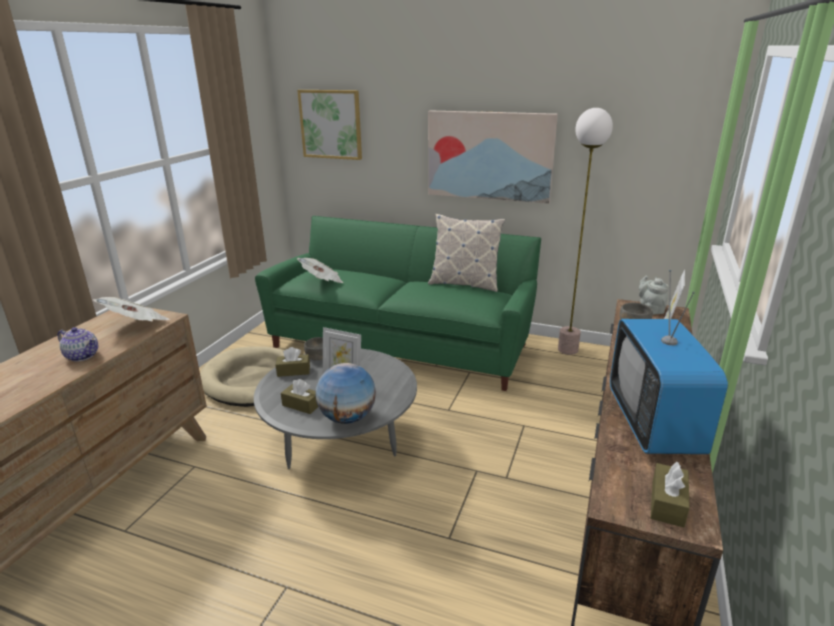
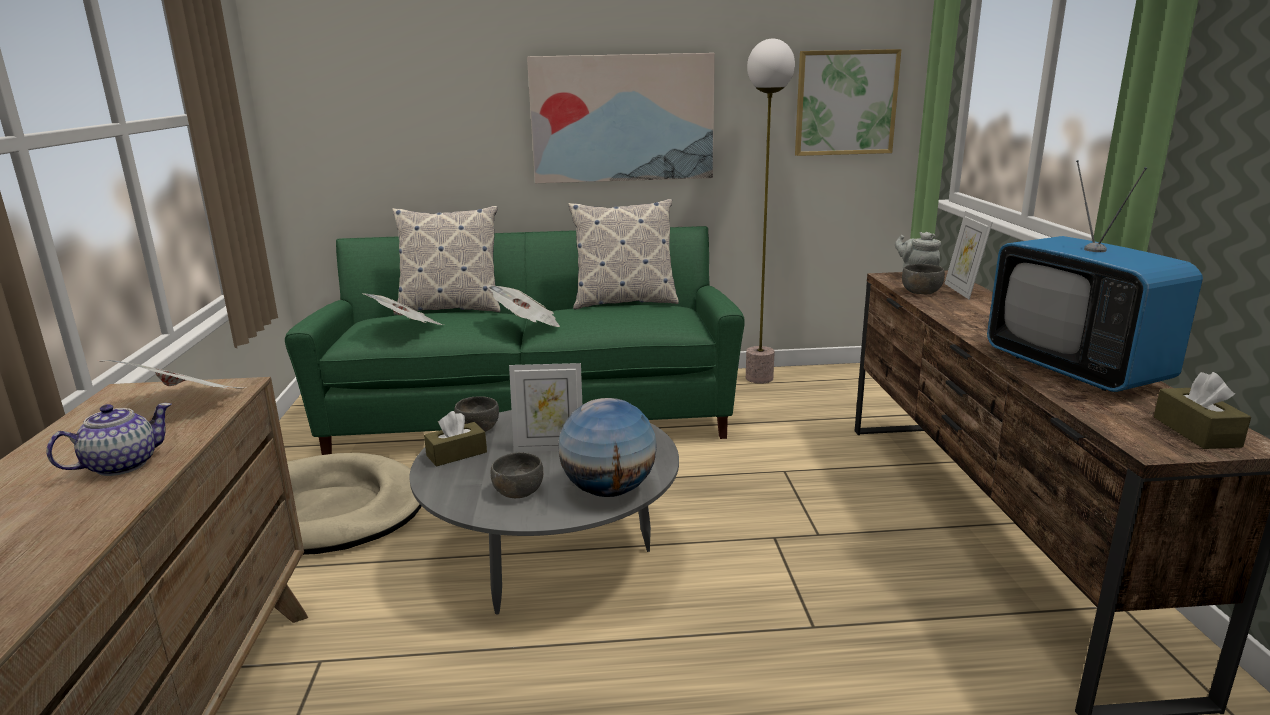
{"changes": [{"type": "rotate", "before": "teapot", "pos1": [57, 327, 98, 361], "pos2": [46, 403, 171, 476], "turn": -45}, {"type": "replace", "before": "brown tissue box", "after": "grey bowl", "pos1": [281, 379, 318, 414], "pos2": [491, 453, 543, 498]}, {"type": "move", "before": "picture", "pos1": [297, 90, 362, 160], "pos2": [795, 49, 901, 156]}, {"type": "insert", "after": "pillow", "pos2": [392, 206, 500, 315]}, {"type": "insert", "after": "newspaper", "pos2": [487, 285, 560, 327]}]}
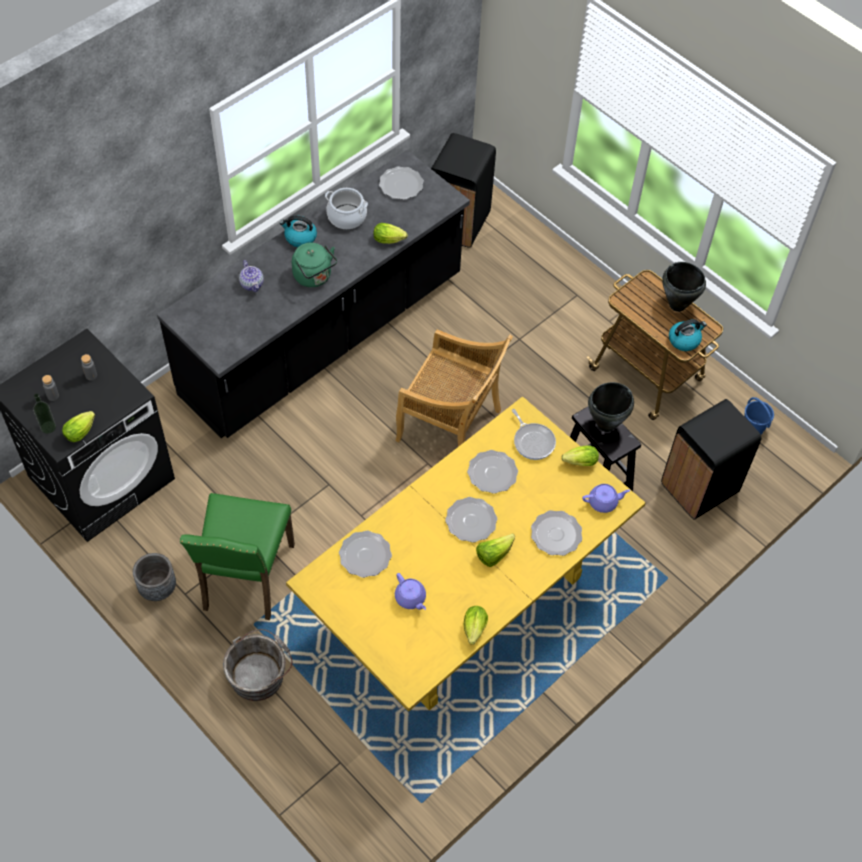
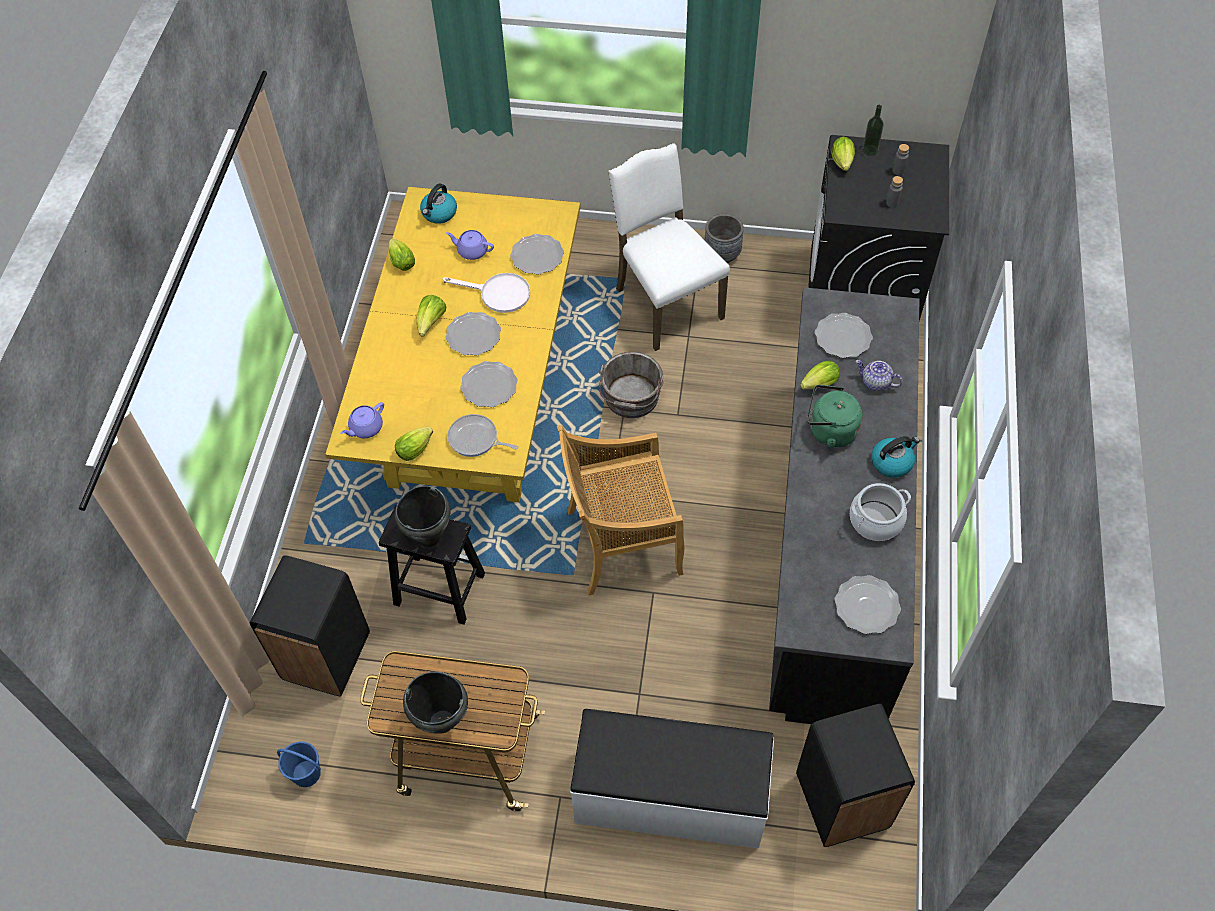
{"changes": [{"type": "recolor", "before": "green chair", "after": "white chair", "pos1": [180, 493, 295, 620], "pos2": [608, 143, 730, 351]}, {"type": "move", "before": "grey bucket", "pos1": [223, 629, 293, 701], "pos2": [599, 352, 664, 418]}, {"type": "move", "before": "lettuce", "pos1": [374, 223, 408, 244], "pos2": [800, 361, 840, 389]}, {"type": "move", "before": "plate", "pos1": [531, 510, 582, 556], "pos2": [815, 313, 873, 358]}, {"type": "move", "before": "kettle", "pos1": [669, 319, 707, 351], "pos2": [420, 183, 457, 224]}, {"type": "insert", "after": "white frying pan", "pos2": [443, 273, 530, 313]}, {"type": "insert", "after": "white bench", "pos2": [570, 709, 774, 849]}]}
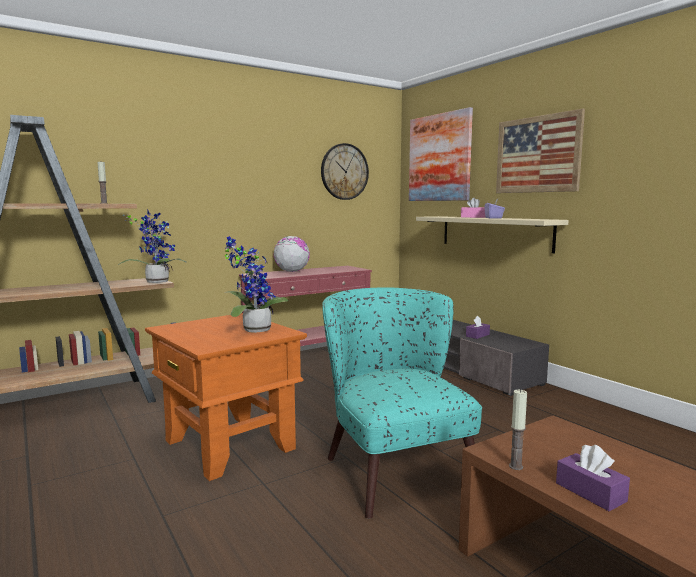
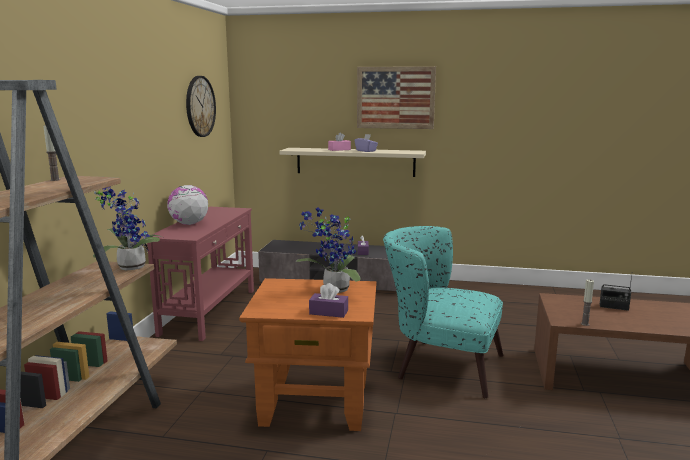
{"changes": [{"type": "delete", "before": "picture", "pos1": [409, 107, 473, 201]}, {"type": "move", "before": "purple tissue box", "pos1": [556, 445, 630, 511], "pos2": [309, 283, 348, 318]}, {"type": "insert", "after": "radio", "pos2": [600, 275, 632, 311]}]}
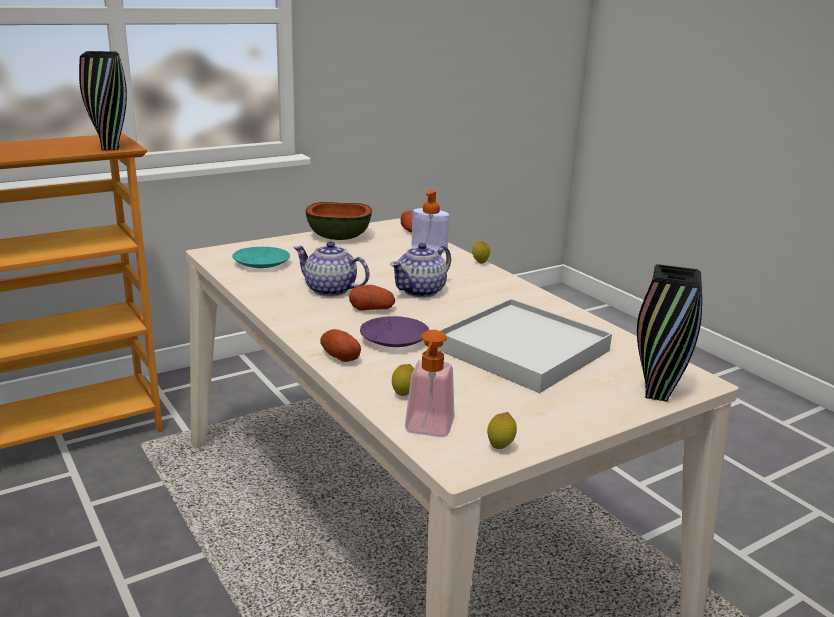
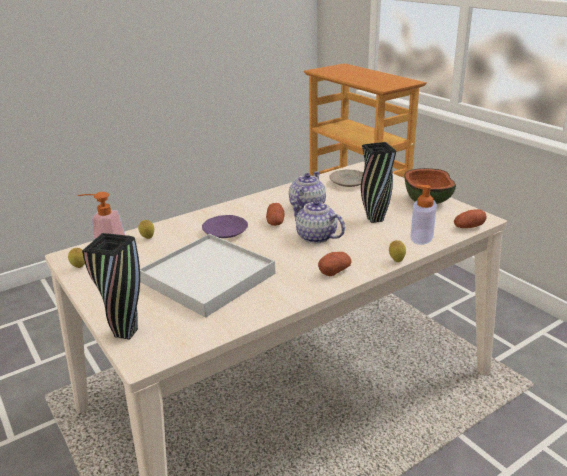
{"changes": [{"type": "move", "before": "black vase", "pos1": [79, 51, 127, 150], "pos2": [361, 142, 396, 223]}, {"type": "recolor", "before": "turquoise plate", "after": "beige plate", "pos1": [232, 247, 290, 268], "pos2": [329, 169, 363, 187]}, {"type": "move", "before": "potato", "pos1": [320, 329, 361, 362], "pos2": [318, 252, 352, 276]}]}
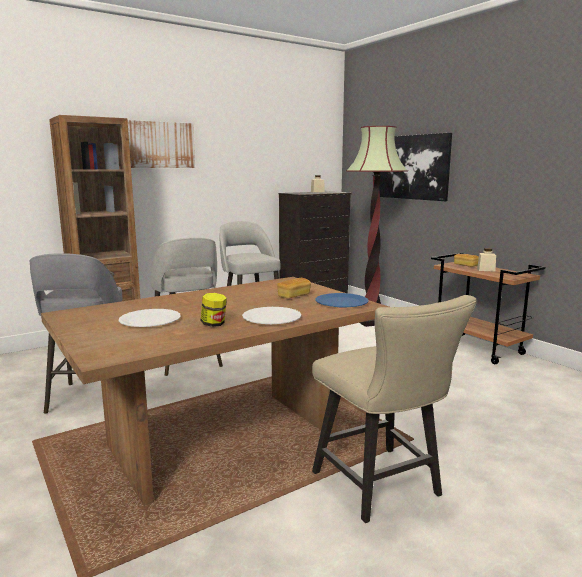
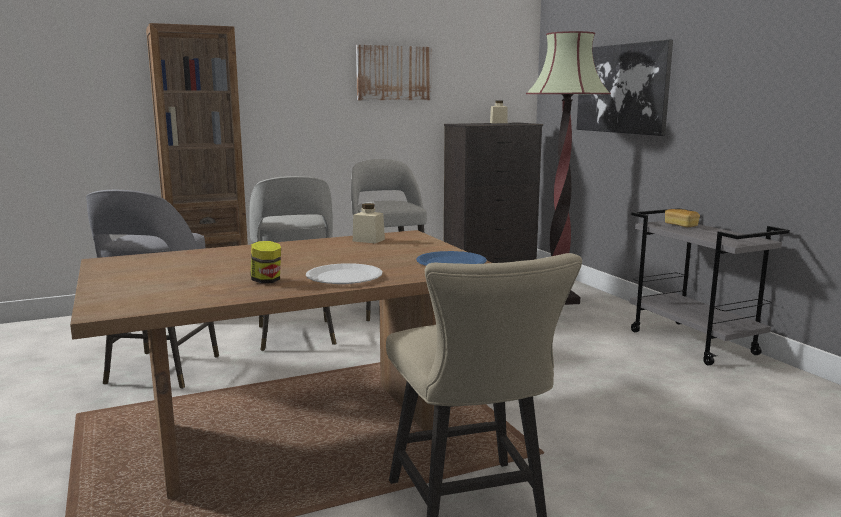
{"changes": [{"type": "delete", "before": "white plate", "pos1": [119, 309, 181, 327]}, {"type": "move", "before": "picture", "pos1": [128, 120, 195, 168], "pos2": [356, 45, 431, 100]}, {"type": "delete", "before": "bread", "pos1": [277, 278, 311, 299]}, {"type": "recolor", "before": "brown cart", "after": "grey cart", "pos1": [431, 253, 545, 364], "pos2": [629, 208, 790, 366]}, {"type": "move", "before": "beige jar", "pos1": [477, 248, 496, 272], "pos2": [353, 203, 385, 243]}]}
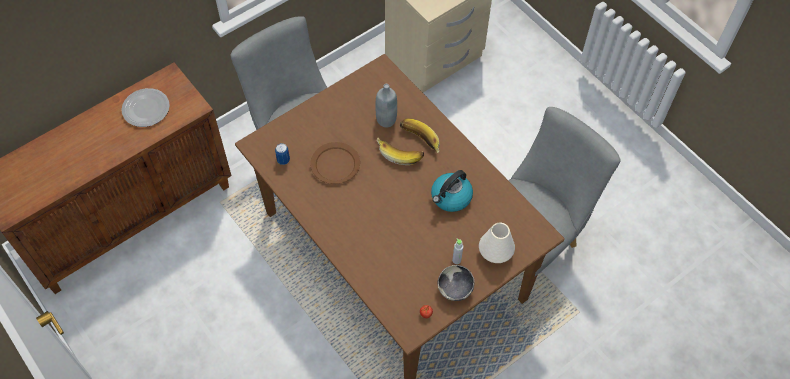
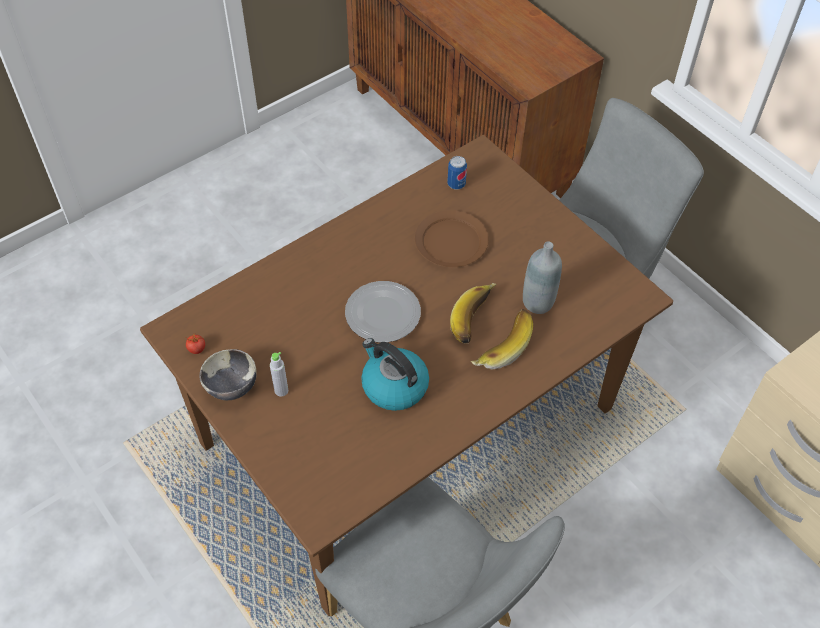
{"changes": [{"type": "move", "before": "plate", "pos1": [121, 88, 170, 127], "pos2": [345, 281, 421, 342]}, {"type": "delete", "before": "white vase", "pos1": [479, 223, 515, 263]}]}
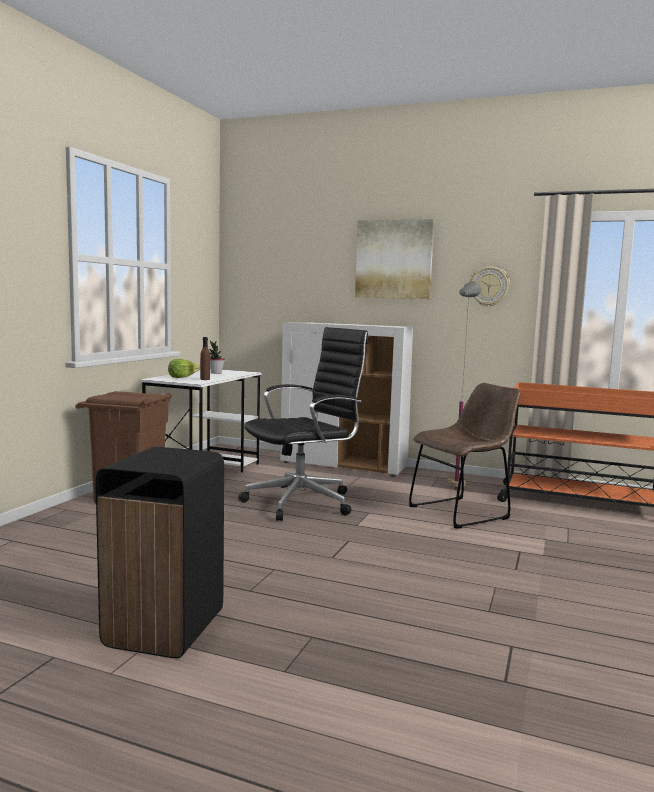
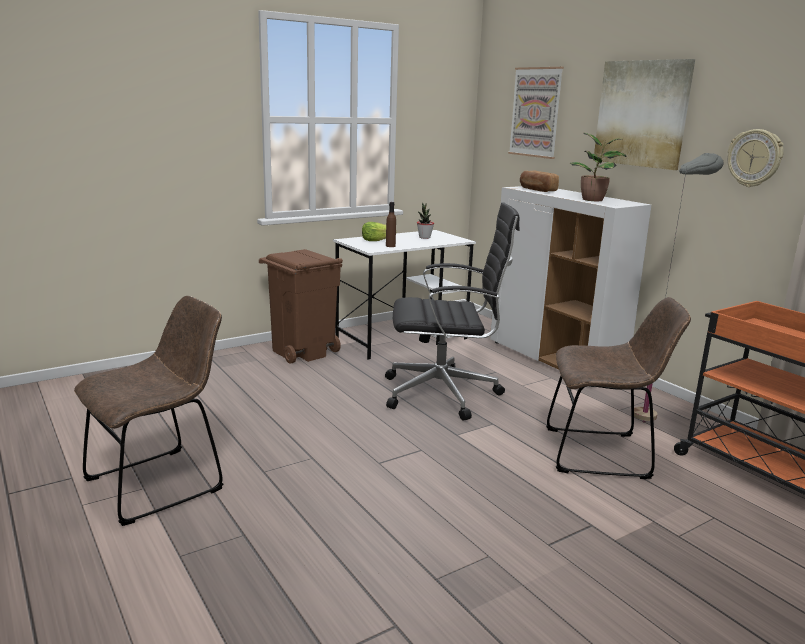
{"changes": [{"type": "replace", "before": "black trash can", "after": "brown chair", "pos1": [96, 447, 224, 658], "pos2": [74, 296, 224, 526]}, {"type": "insert", "after": "picture", "pos2": [508, 67, 564, 159]}, {"type": "insert", "after": "bread", "pos2": [520, 171, 559, 192]}, {"type": "insert", "after": "potted plant", "pos2": [570, 133, 626, 201]}]}
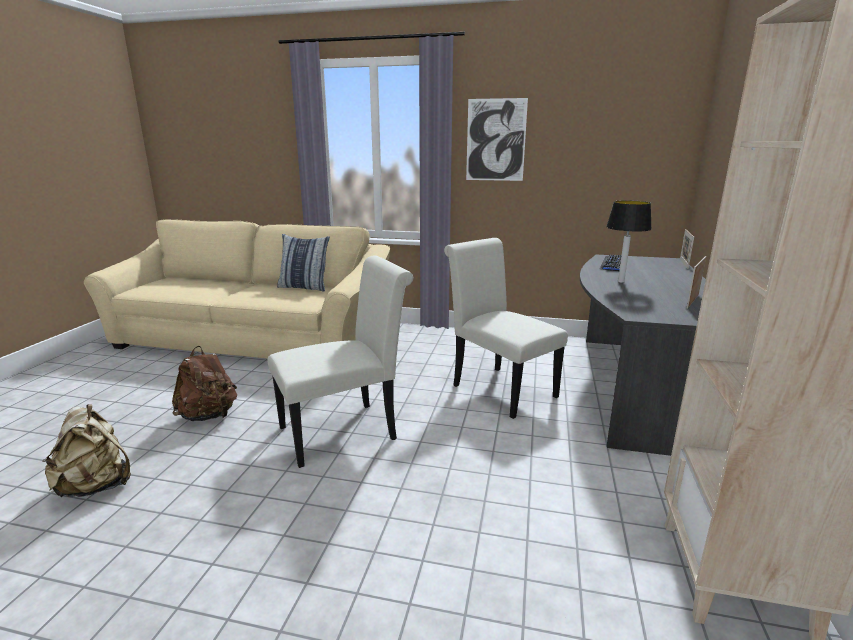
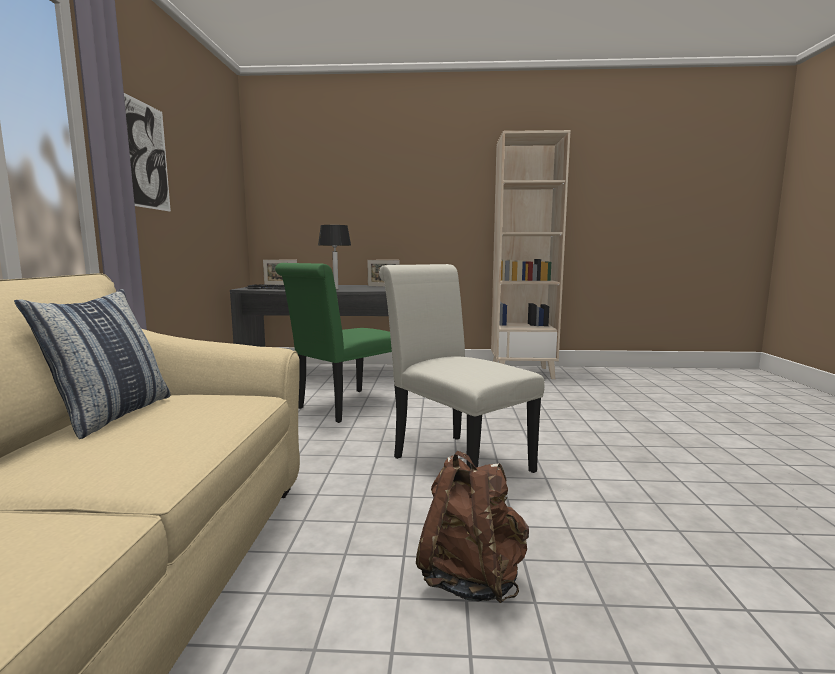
{"changes": [{"type": "delete", "before": "beige backpack", "pos1": [42, 404, 131, 497]}, {"type": "recolor", "before": "white chair", "after": "green chair", "pos1": [444, 238, 568, 419], "pos2": [275, 263, 396, 423]}]}
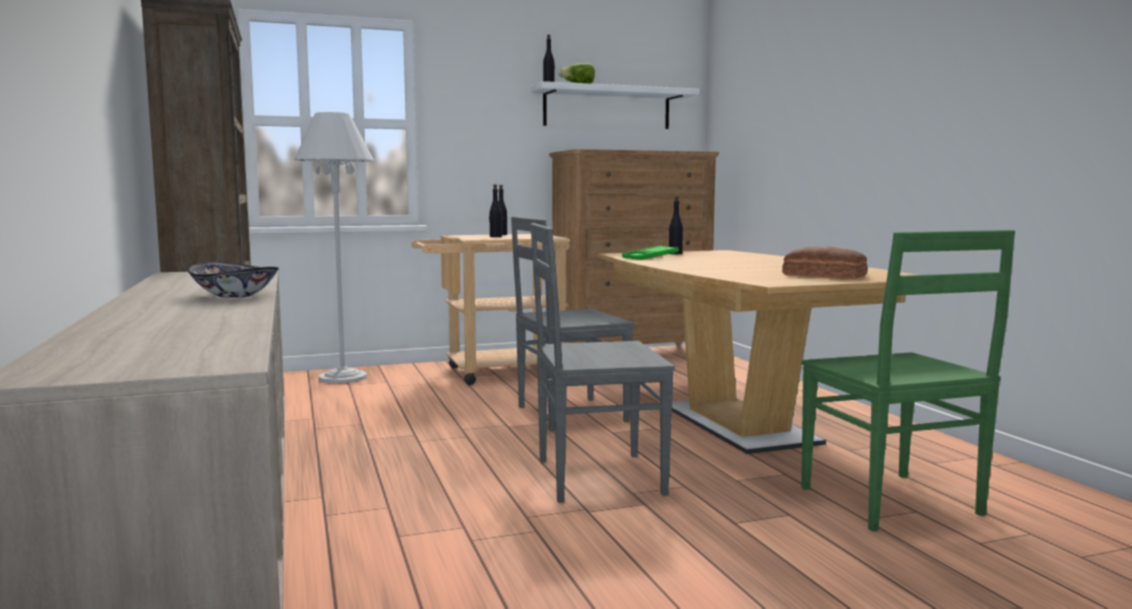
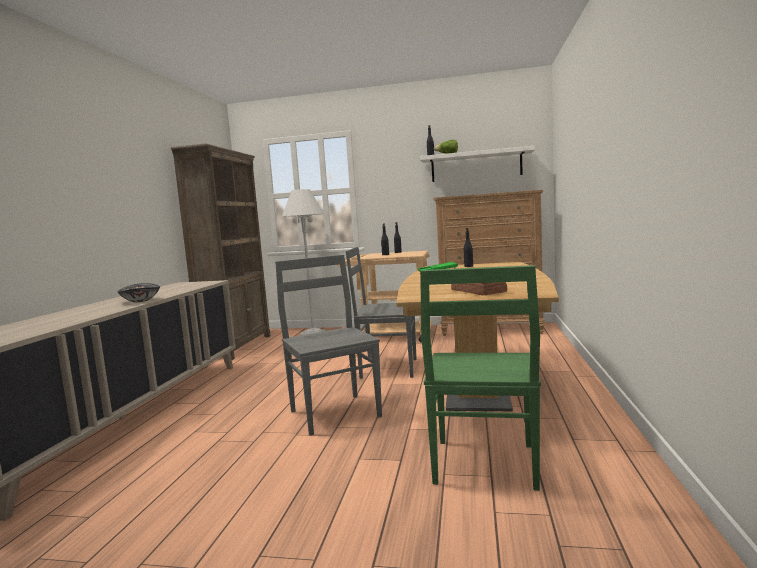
{"changes": [{"type": "rotate", "before": "grey chair", "pos1": [530, 223, 675, 503], "pos2": [275, 255, 382, 436], "turn": 45}]}
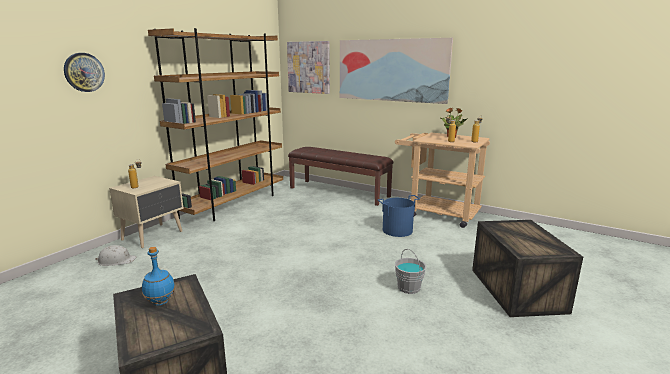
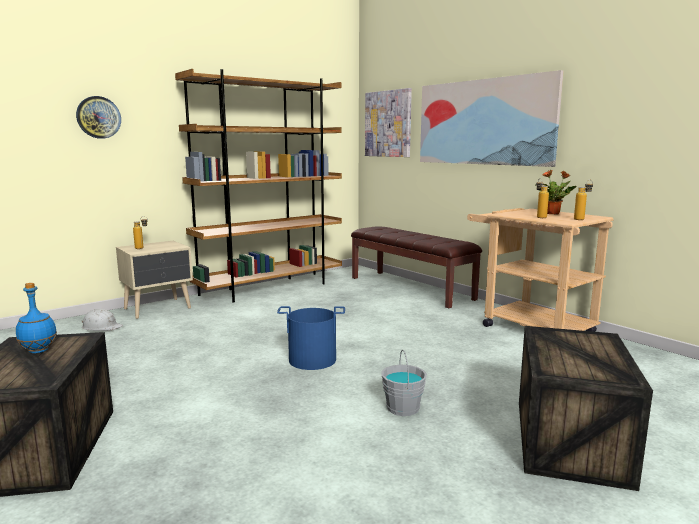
{"changes": [{"type": "move", "before": "blue bucket", "pos1": [378, 195, 420, 237], "pos2": [277, 306, 345, 370]}]}
